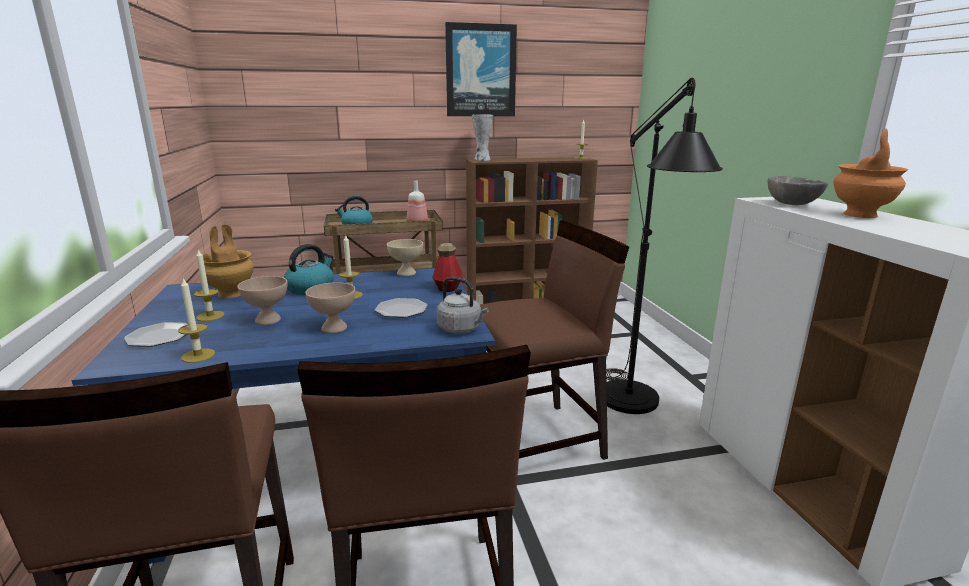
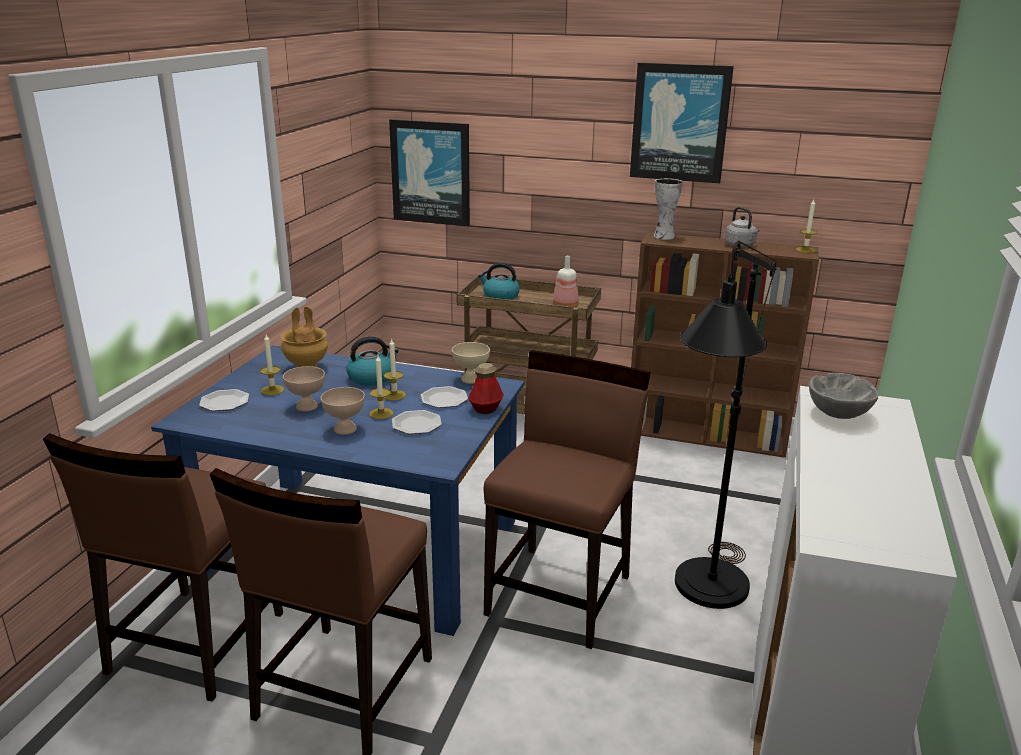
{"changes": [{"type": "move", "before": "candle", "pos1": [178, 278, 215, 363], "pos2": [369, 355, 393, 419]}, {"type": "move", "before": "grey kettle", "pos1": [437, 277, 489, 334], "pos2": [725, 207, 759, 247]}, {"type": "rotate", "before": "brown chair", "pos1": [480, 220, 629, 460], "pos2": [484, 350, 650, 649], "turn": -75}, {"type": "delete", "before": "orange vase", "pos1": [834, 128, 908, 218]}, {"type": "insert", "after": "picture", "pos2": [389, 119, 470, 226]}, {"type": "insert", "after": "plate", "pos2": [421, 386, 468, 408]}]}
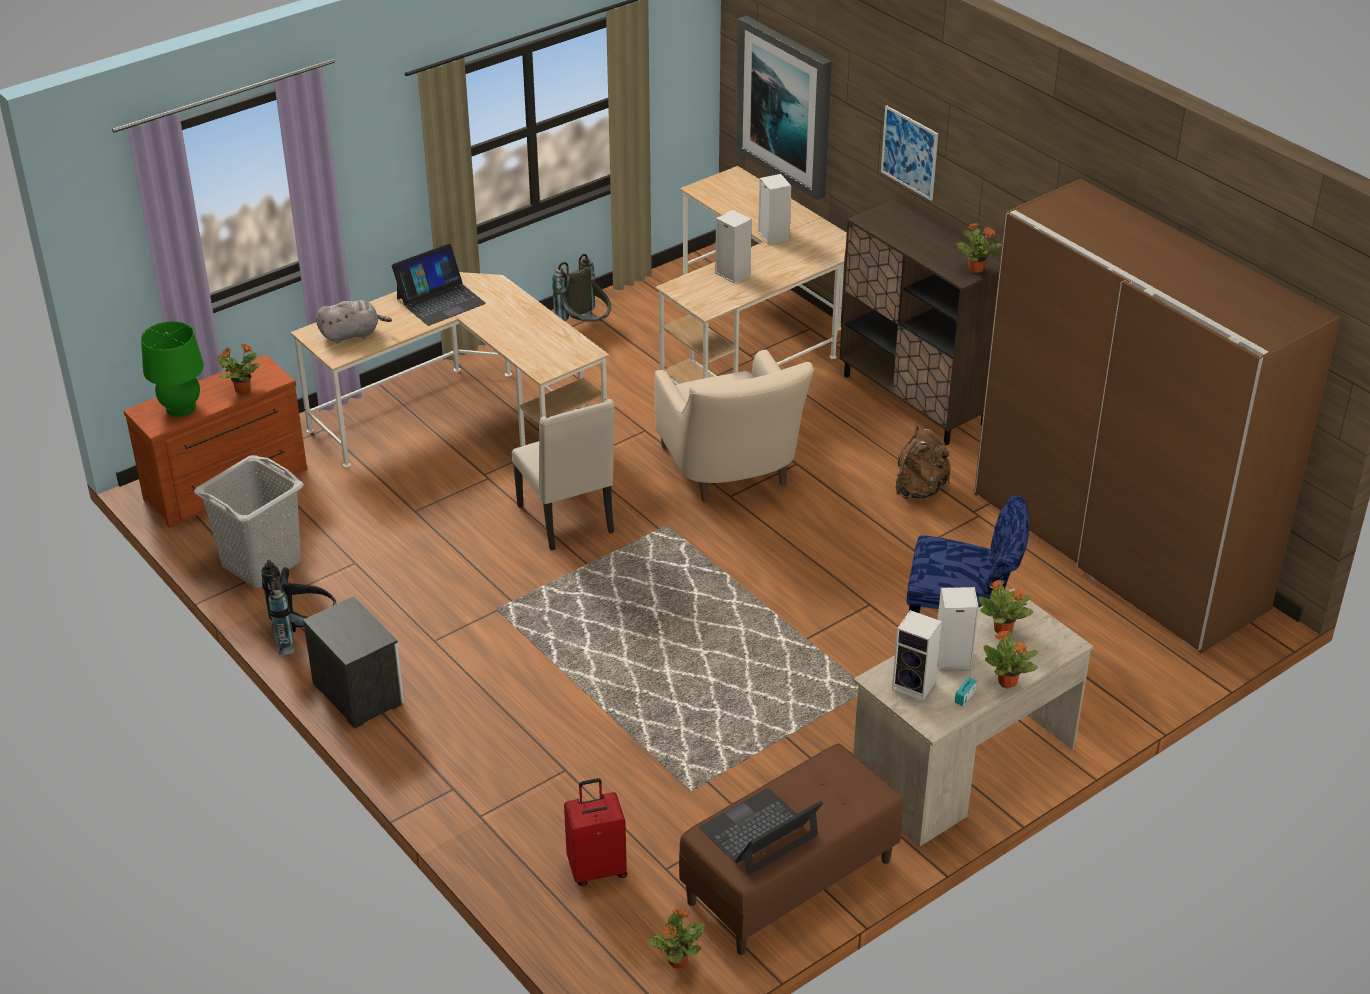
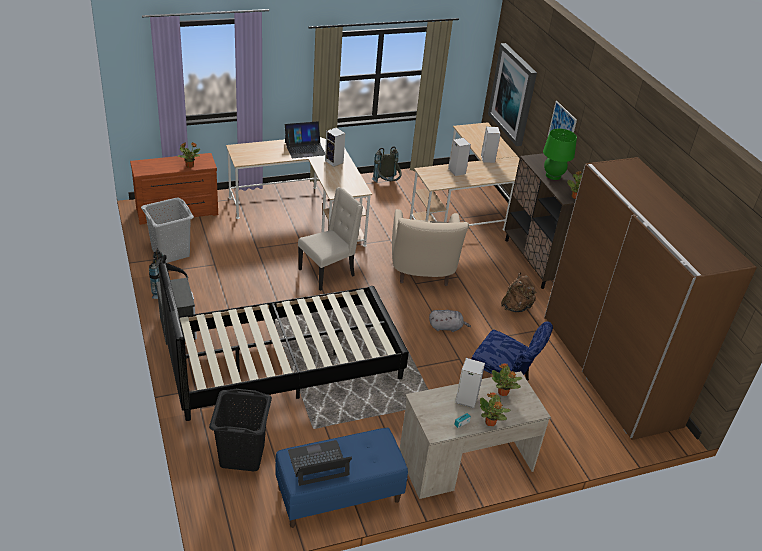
{"changes": [{"type": "move", "before": "green table lamp", "pos1": [141, 321, 204, 417], "pos2": [543, 129, 577, 180]}, {"type": "move", "before": "grey plush toy", "pos1": [316, 300, 392, 343], "pos2": [429, 310, 471, 332]}, {"type": "rotate", "before": "beige chair", "pos1": [512, 399, 615, 550], "pos2": [298, 187, 363, 291], "turn": -120}, {"type": "replace", "before": "red suitcase", "after": "black laundry basket", "pos1": [564, 778, 627, 886], "pos2": [209, 389, 272, 471]}, {"type": "delete", "before": "potted plant", "pos1": [648, 908, 705, 968]}, {"type": "recolor", "before": "brown bench", "after": "blue bench", "pos1": [679, 744, 903, 955], "pos2": [275, 428, 408, 528]}, {"type": "move", "before": "speaker", "pos1": [892, 610, 942, 701], "pos2": [325, 127, 345, 167]}, {"type": "insert", "after": "black bed", "pos2": [158, 263, 409, 421]}]}
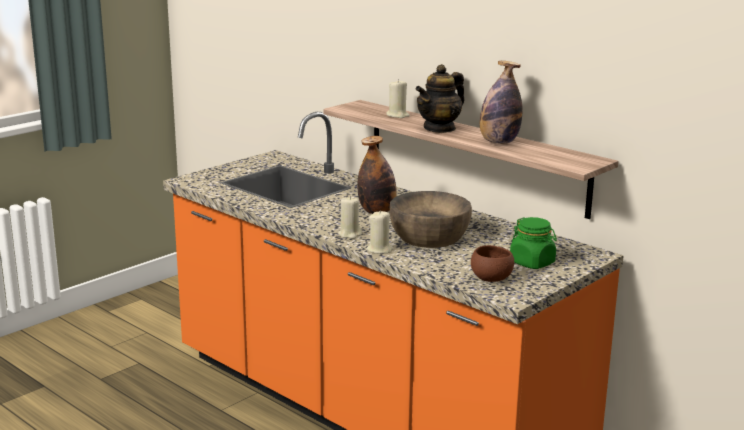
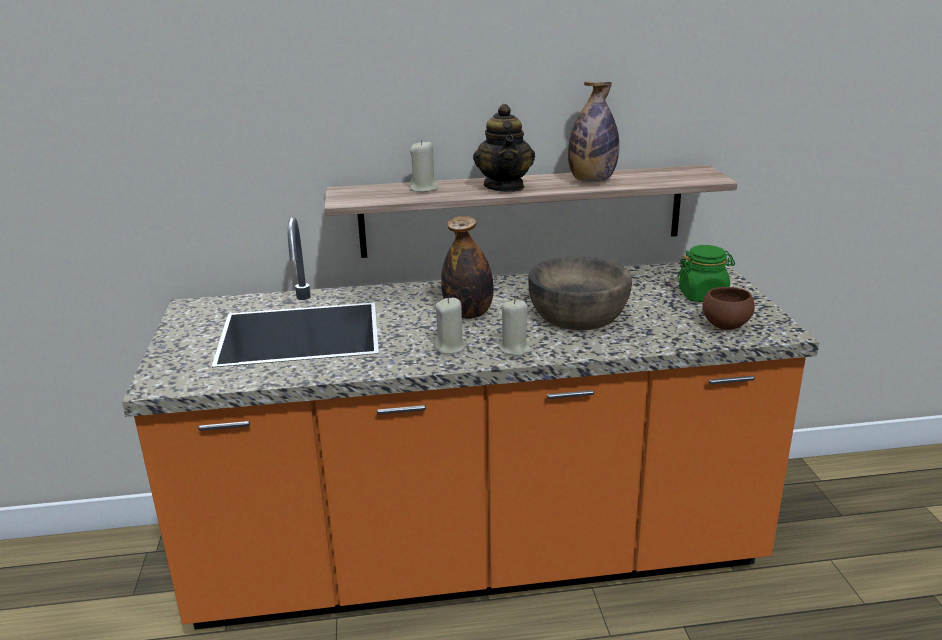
{"changes": [{"type": "move", "before": "beige candle", "pos1": [367, 210, 393, 254], "pos2": [433, 298, 467, 354]}]}
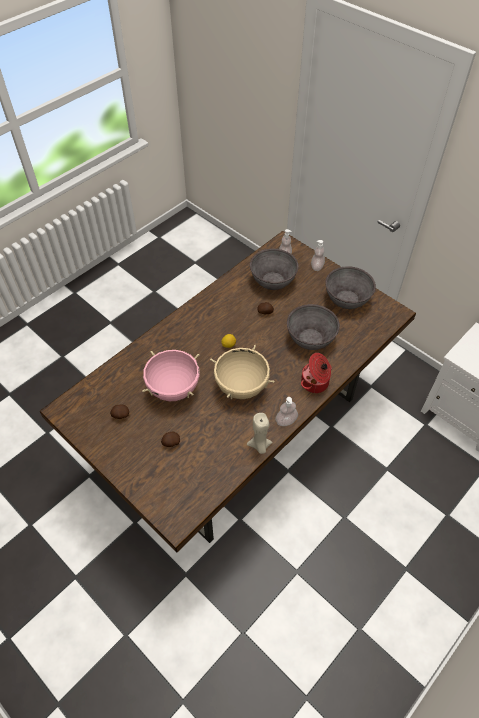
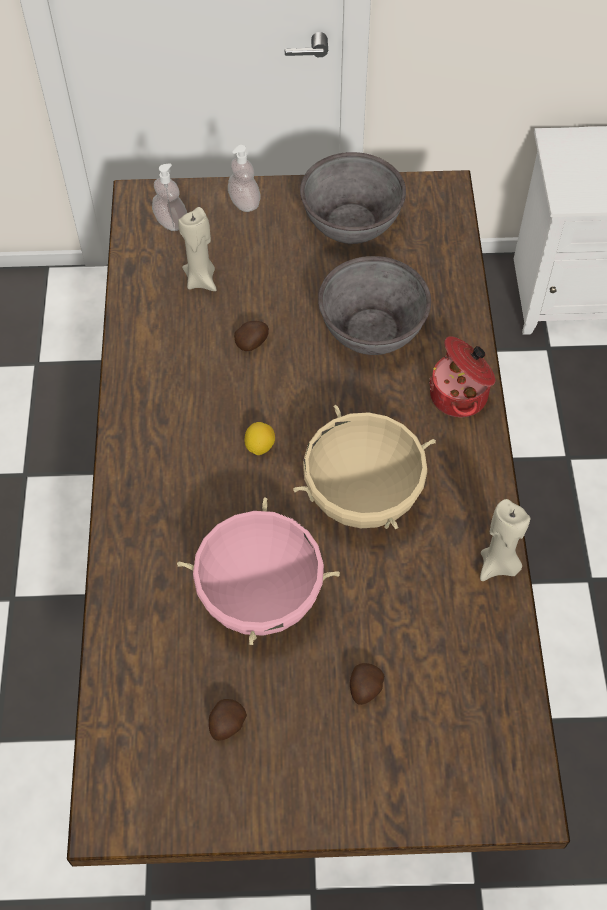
{"changes": [{"type": "replace", "before": "grey bowl", "after": "beige candle", "pos1": [250, 249, 299, 290], "pos2": [178, 207, 217, 291]}, {"type": "delete", "before": "soap dispenser", "pos1": [275, 397, 298, 426]}]}
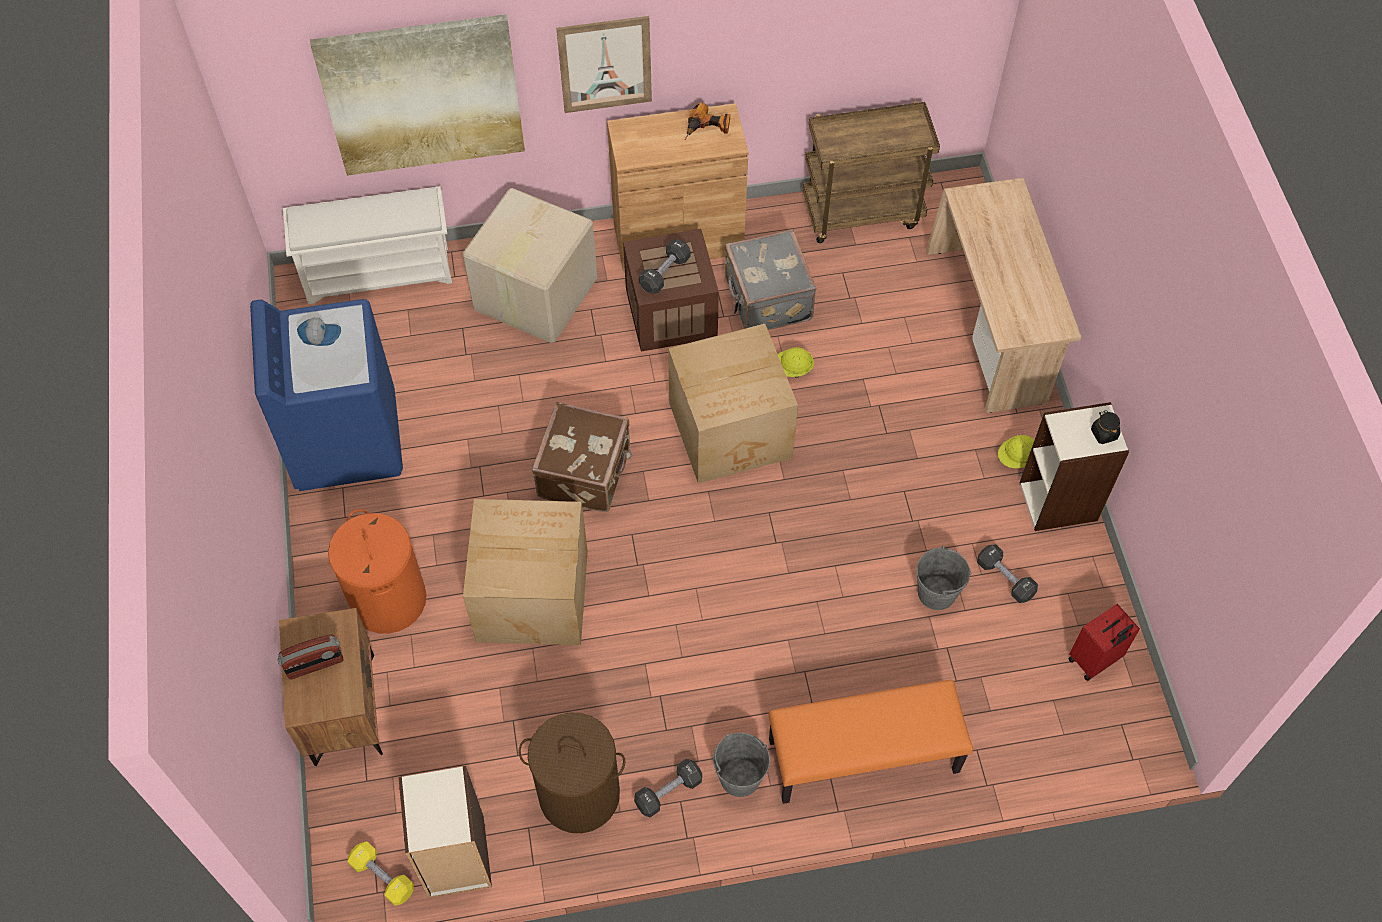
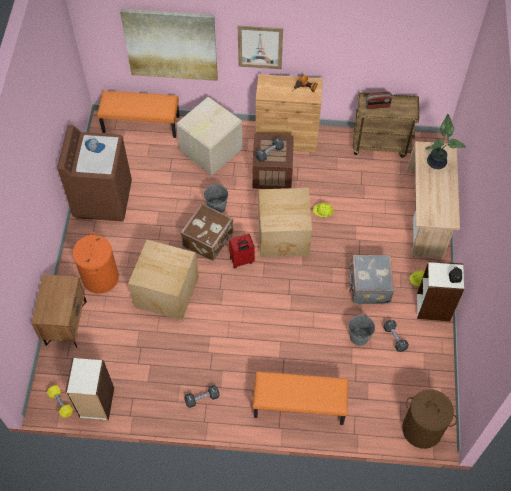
{"changes": [{"type": "recolor", "before": "blue washing machine", "after": "brown washing machine", "pos1": [250, 299, 403, 491], "pos2": [57, 125, 132, 222]}, {"type": "move", "before": "radio", "pos1": [277, 635, 344, 680], "pos2": [366, 92, 393, 109]}, {"type": "replace", "before": "white shoe rack", "after": "orange bench", "pos1": [283, 187, 452, 304], "pos2": [97, 91, 179, 138]}, {"type": "move", "before": "brown laundry basket", "pos1": [518, 712, 625, 833], "pos2": [402, 389, 457, 449]}, {"type": "move", "before": "grey bucket", "pos1": [713, 733, 770, 797], "pos2": [204, 184, 228, 213]}, {"type": "move", "before": "grey suitcase", "pos1": [725, 229, 816, 330], "pos2": [349, 254, 394, 304]}, {"type": "move", "before": "red suitcase", "pos1": [1068, 604, 1140, 681], "pos2": [229, 234, 255, 269]}, {"type": "insert", "after": "potted plant", "pos2": [425, 114, 466, 169]}]}
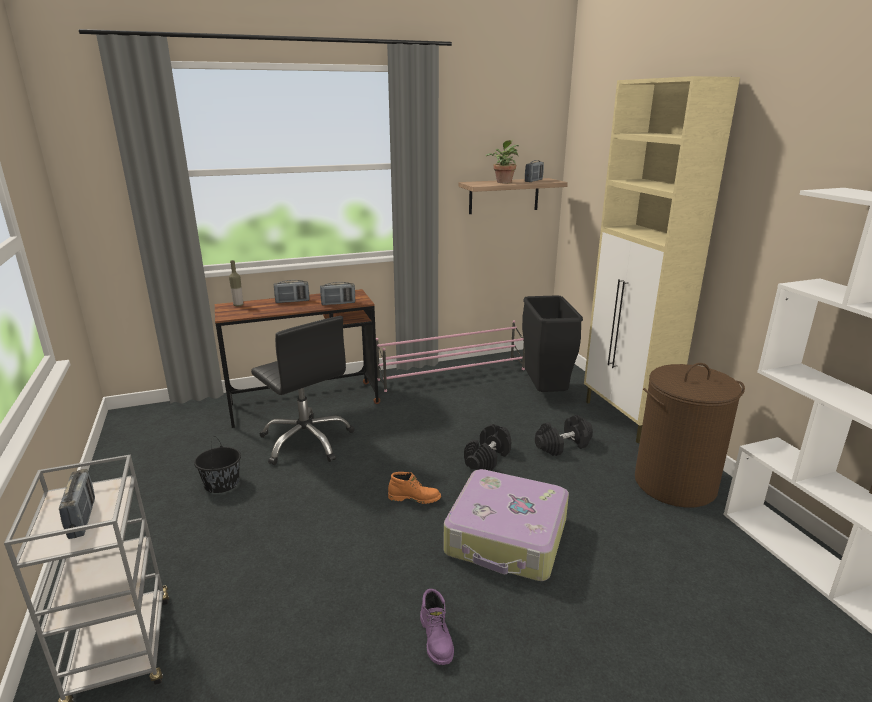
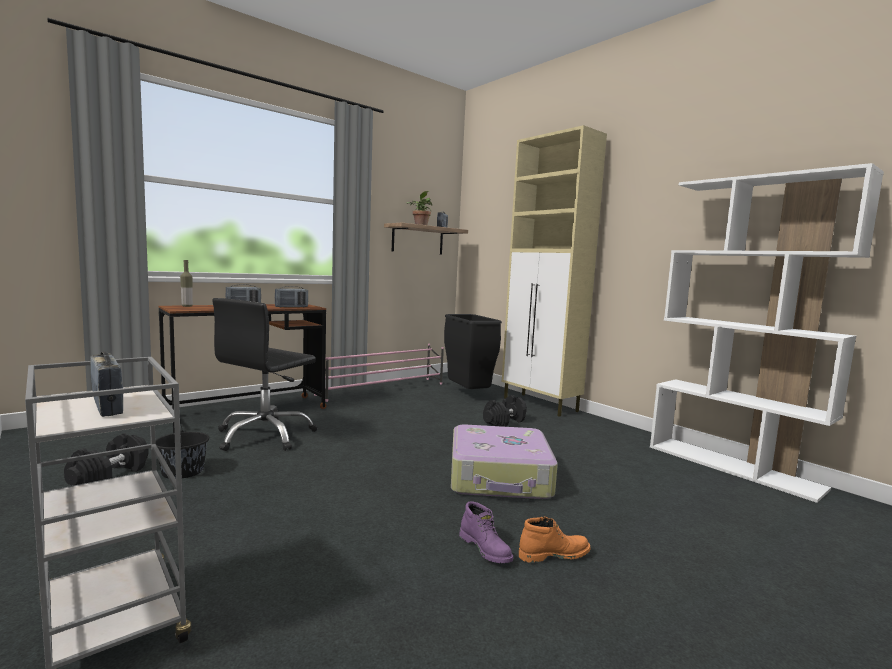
{"changes": [{"type": "rotate", "before": "black office chair", "pos1": [251, 316, 354, 465], "pos2": [212, 298, 317, 451], "turn": 90}, {"type": "move", "before": "orange boot", "pos1": [388, 472, 441, 504], "pos2": [519, 517, 590, 563]}, {"type": "move", "before": "black dumbbell", "pos1": [464, 424, 511, 471], "pos2": [64, 433, 148, 485]}, {"type": "delete", "before": "brown laundry basket", "pos1": [635, 363, 745, 508]}]}
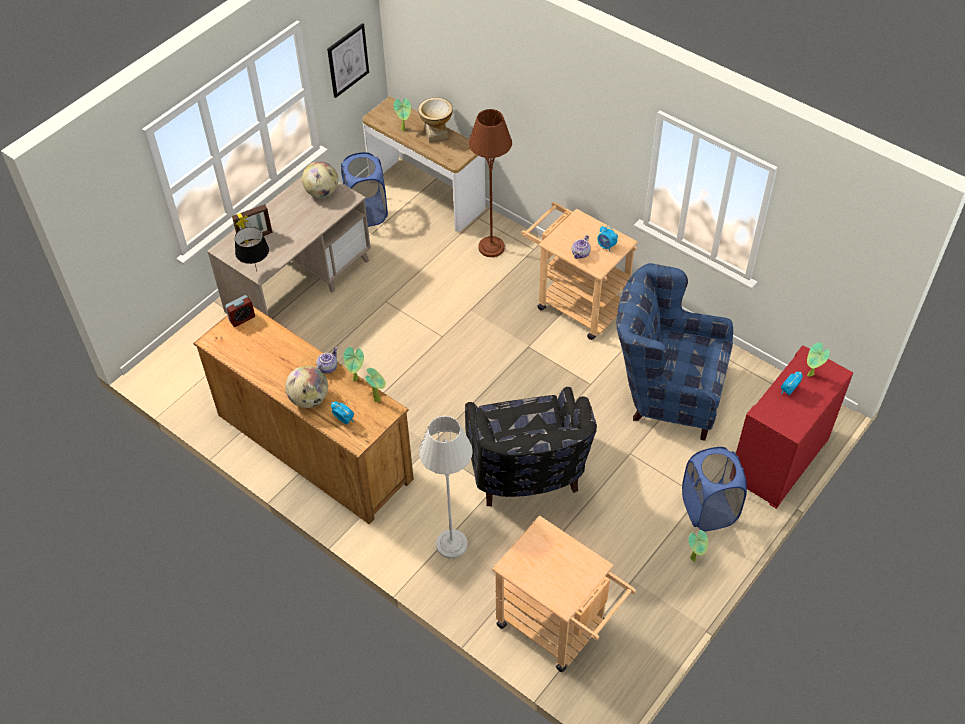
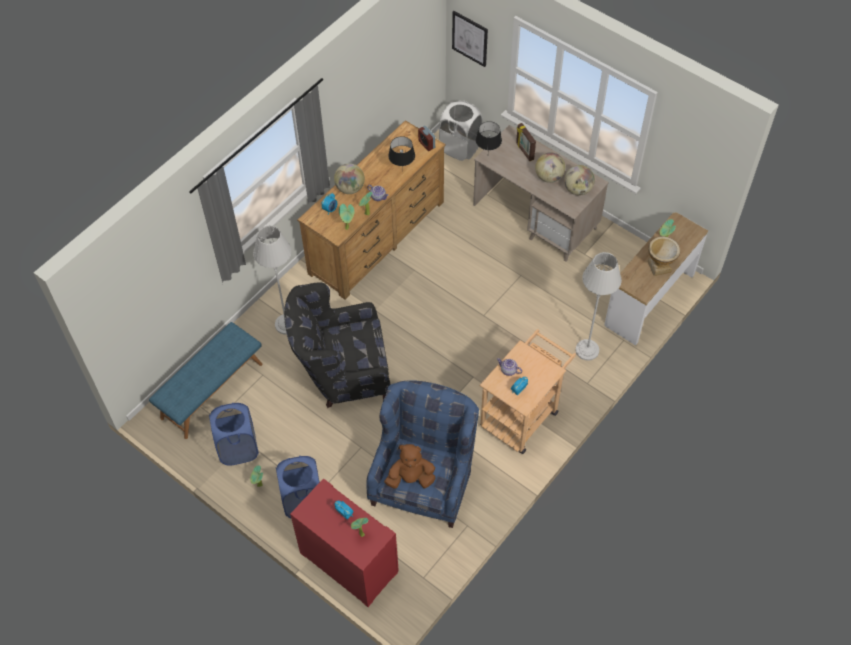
{"changes": [{"type": "move", "before": "picture", "pos1": [327, 23, 369, 98], "pos2": [452, 11, 488, 67]}, {"type": "move", "before": "blue laundry basket", "pos1": [341, 152, 388, 227], "pos2": [209, 403, 259, 466]}, {"type": "recolor", "before": "brown floor lamp", "after": "grey floor lamp", "pos1": [469, 109, 512, 257], "pos2": [576, 252, 622, 361]}, {"type": "replace", "before": "beige cart", "after": "blue bench", "pos1": [492, 515, 636, 672], "pos2": [149, 322, 263, 439]}, {"type": "insert", "after": "brown plush toy", "pos2": [384, 444, 435, 489]}, {"type": "insert", "after": "black table lamp", "pos2": [388, 136, 415, 172]}, {"type": "insert", "after": "white laundry basket", "pos2": [439, 100, 483, 161]}, {"type": "insert", "after": "globe", "pos2": [535, 152, 565, 183]}]}
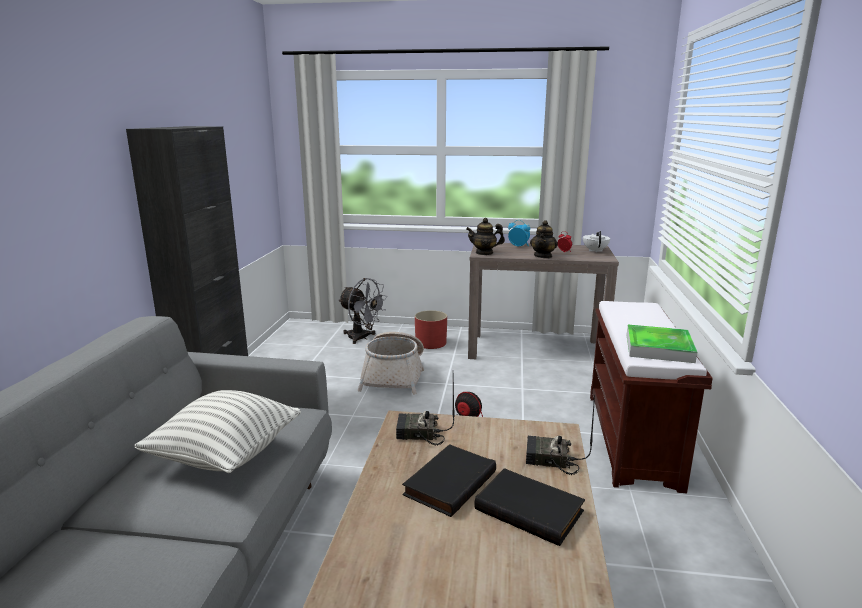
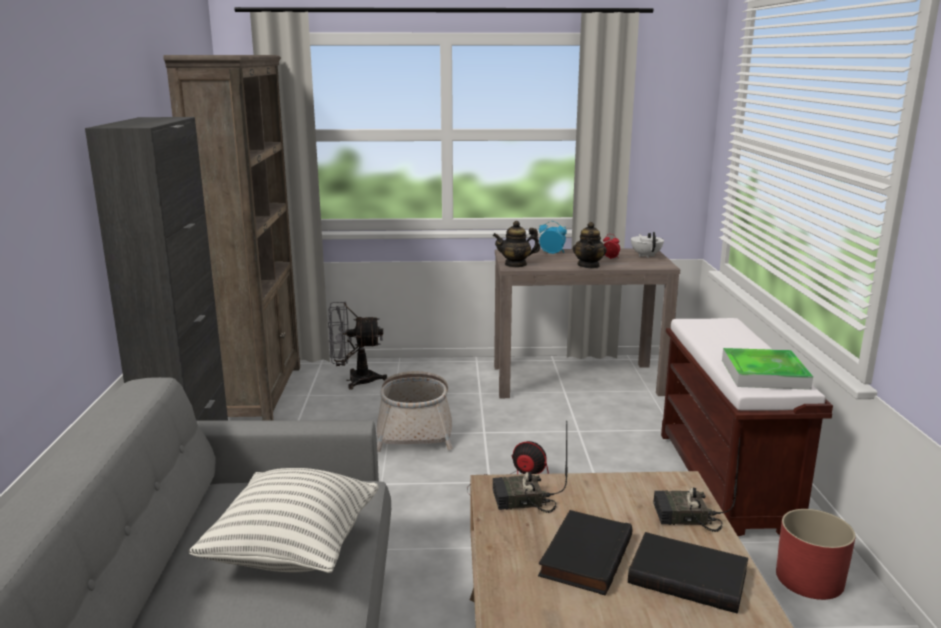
{"changes": [{"type": "rotate", "before": "grey fan", "pos1": [339, 278, 387, 344], "pos2": [328, 301, 387, 390], "turn": 150}, {"type": "move", "before": "red planter", "pos1": [415, 310, 447, 349], "pos2": [776, 509, 856, 600]}, {"type": "insert", "after": "brown bookcase", "pos2": [163, 55, 300, 420]}]}
